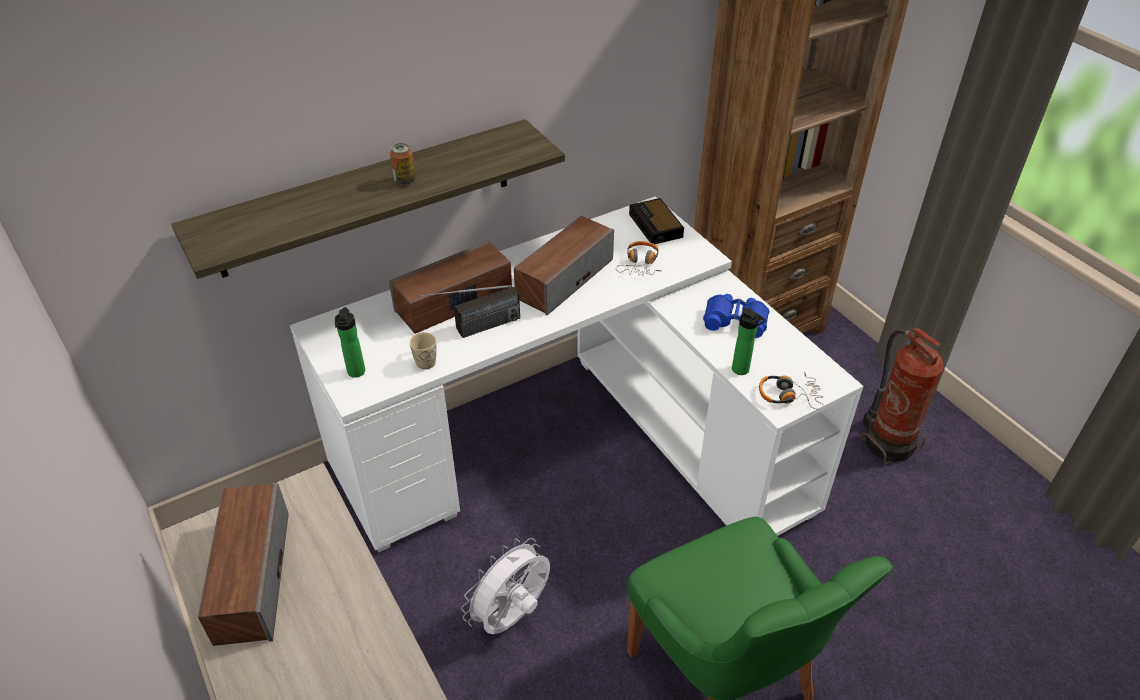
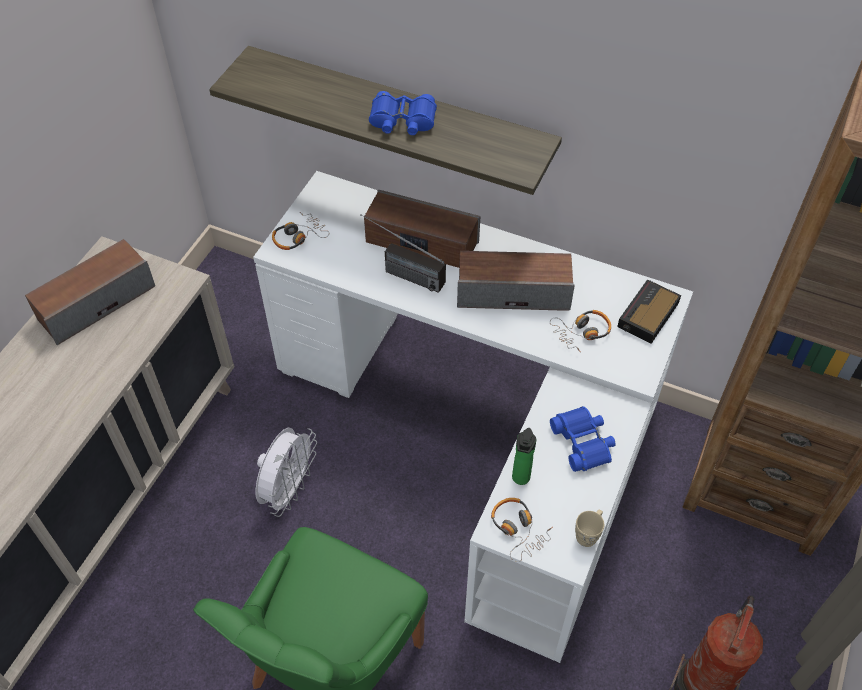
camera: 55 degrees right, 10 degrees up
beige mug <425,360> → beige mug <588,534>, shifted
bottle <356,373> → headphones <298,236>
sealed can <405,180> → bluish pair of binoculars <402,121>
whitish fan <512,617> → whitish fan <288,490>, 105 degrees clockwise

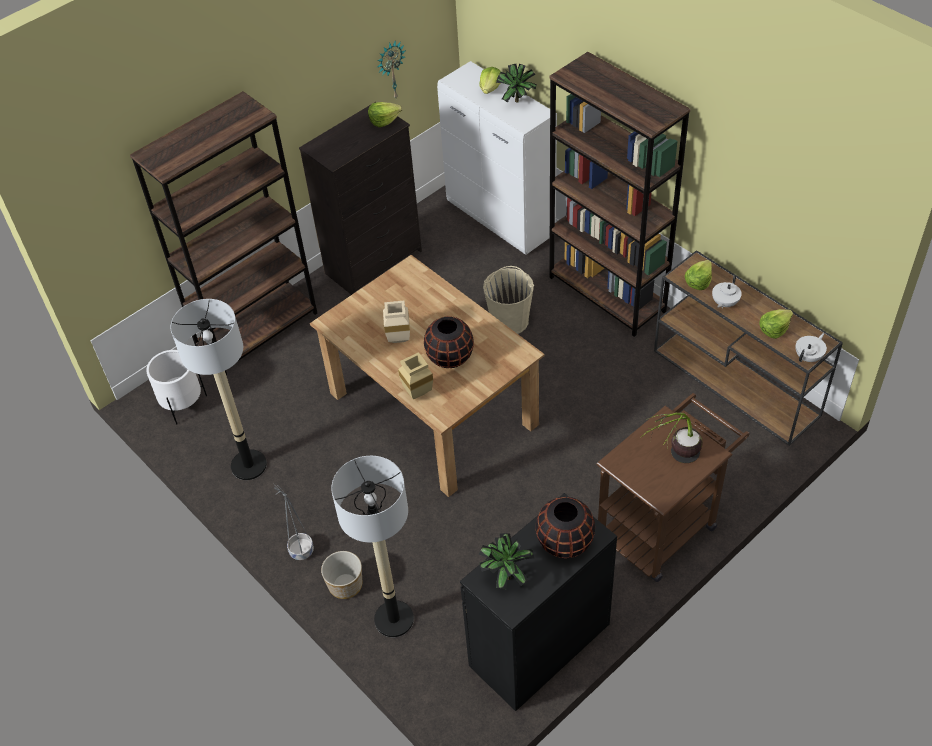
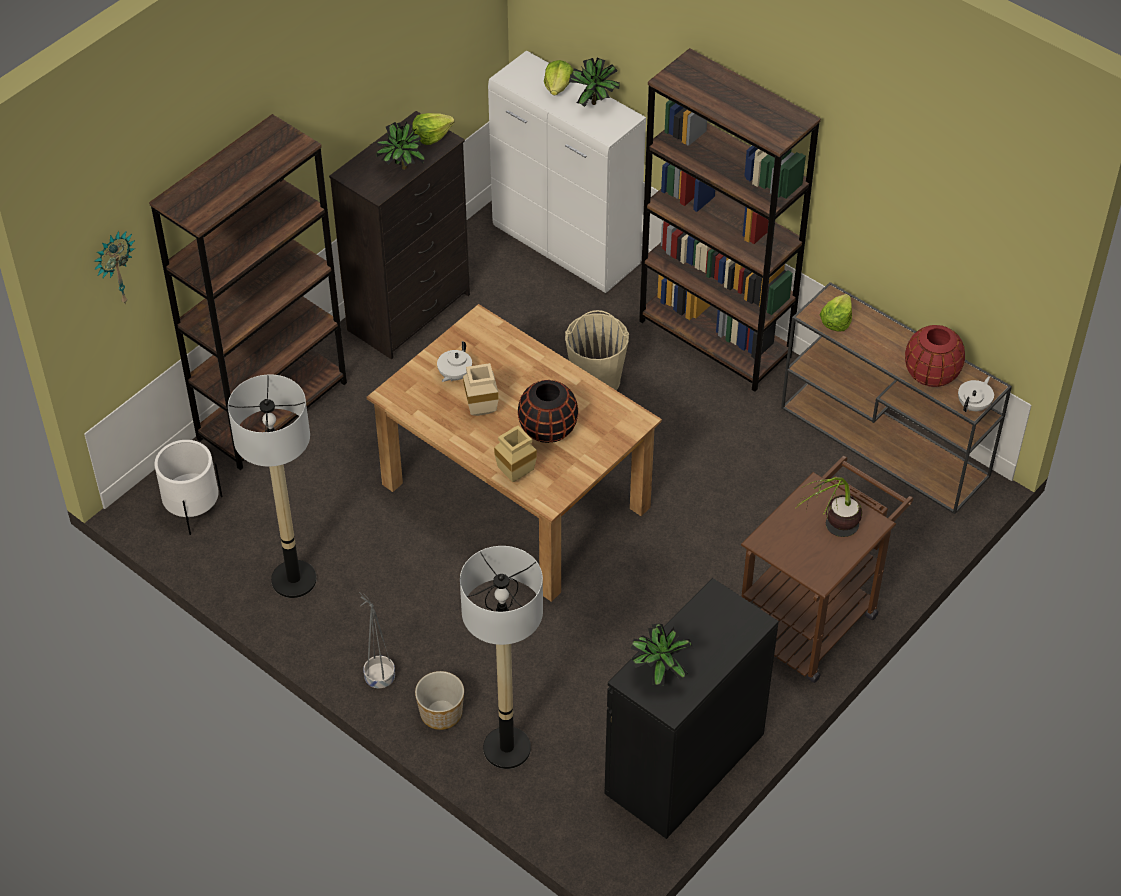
camera: 10 degrees left, 0 degrees up
black-coloured vase <564,542> → -
- → houseplant <401,170>
hanging clock <391,70> → hanging clock <115,268>, shifted
whitish pot for tea <724,303> → whitish pot for tea <454,375>, shifted
lettuce head <774,329> → red-coloured vase <931,374>

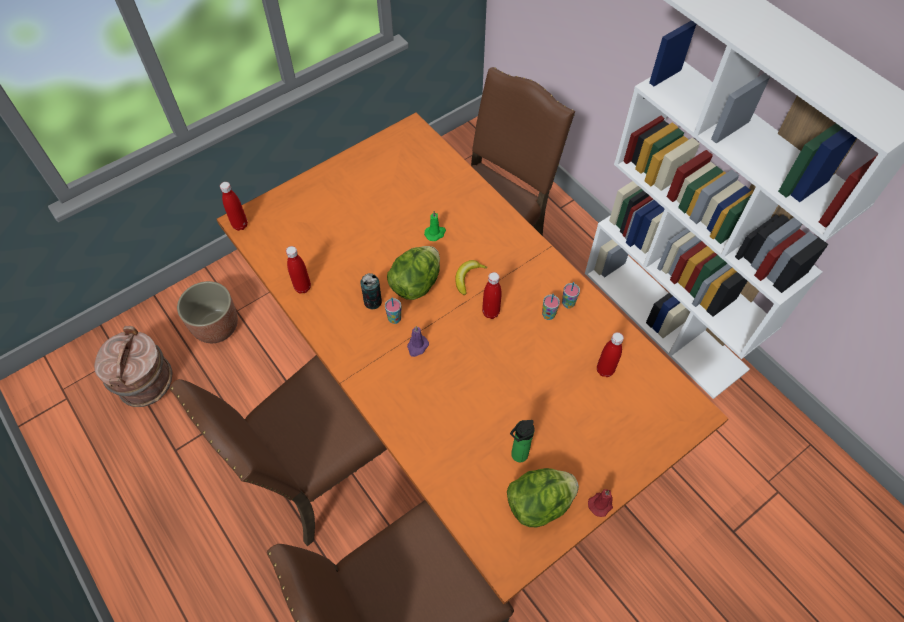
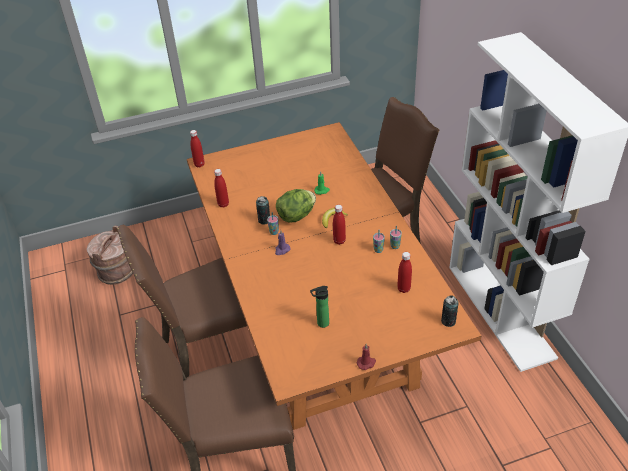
camera: 20 degrees right, 15 degrees down
flower pot <216,326> → -
lettuce head <538,503> → -
- → sealed can <448,321>

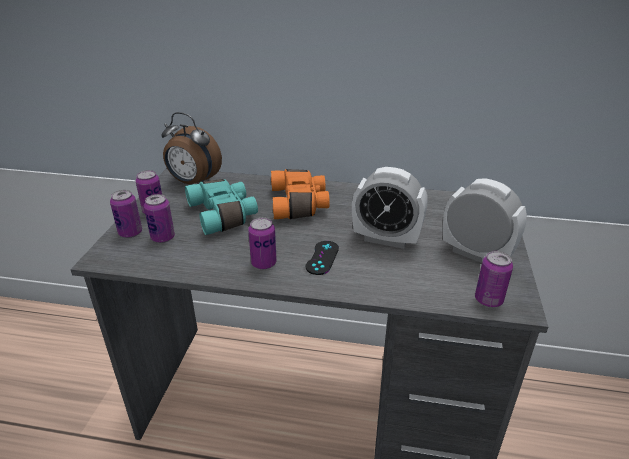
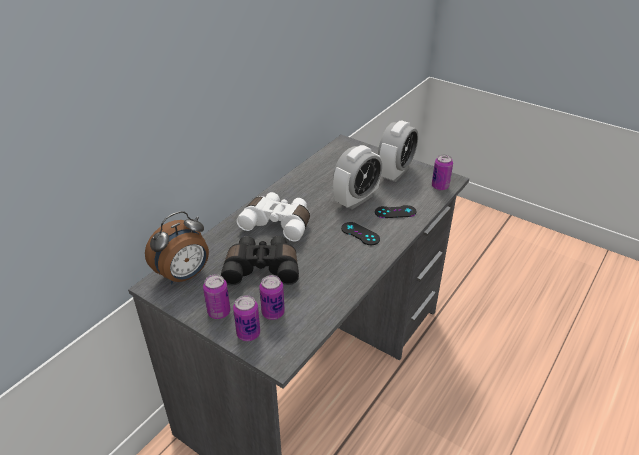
camera: 65 degrees left, 5 degrees up
sealed can <264,263> → -
- → black-coloured joypad <395,212>
turquoise-coloured pair of binoculars <224,214> → black-coloured pair of binoculars <262,268>
orangey pair of binoculars <300,204> → whitish pair of binoculars <278,223>
bedside clock <476,254> → bedside clock <395,173>, 150 degrees clockwise

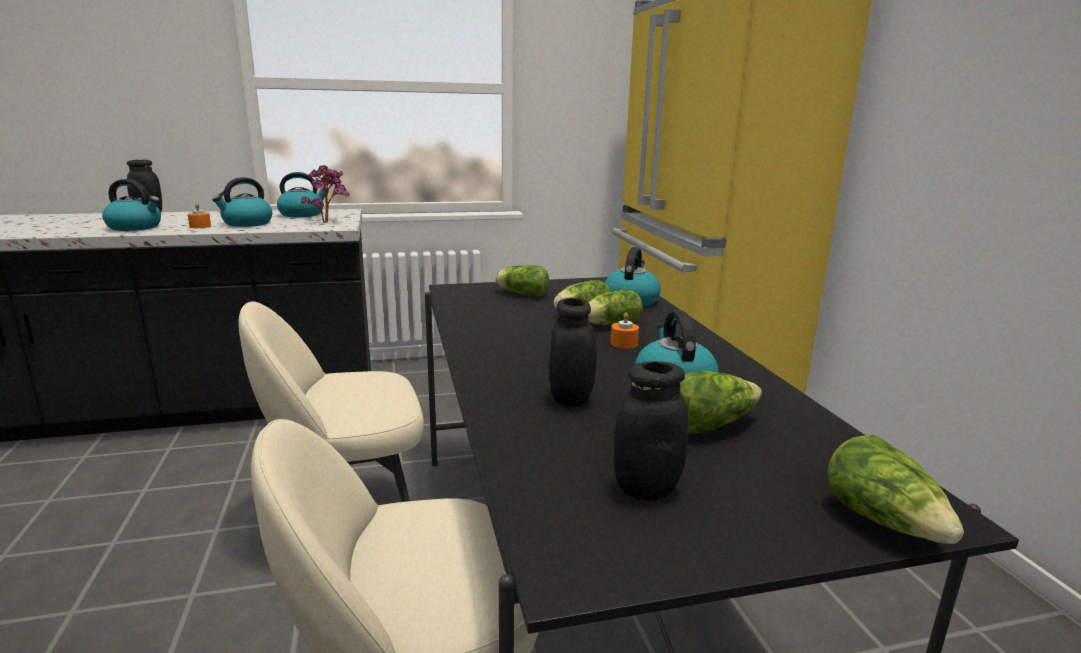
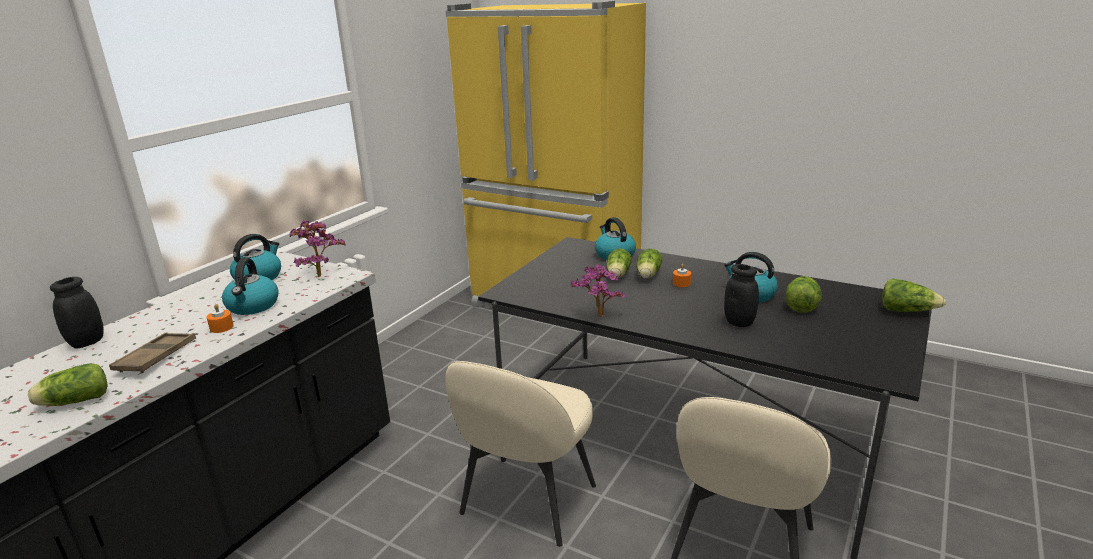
camera: 45 degrees left, 5 degrees up
black-coloured storage jar <646,488> → -
- → houseplant <598,318>
lettuce head <521,293> → lettuce head <73,402>, shifted
tea kettle <136,227> → brown serving tray <156,357>

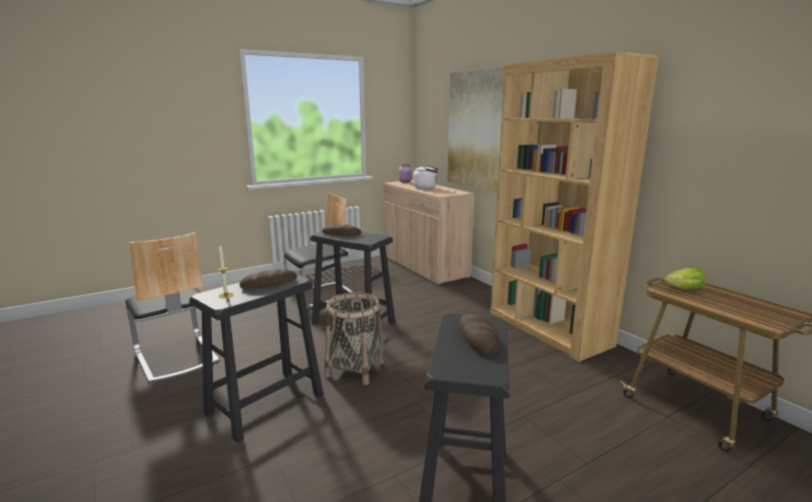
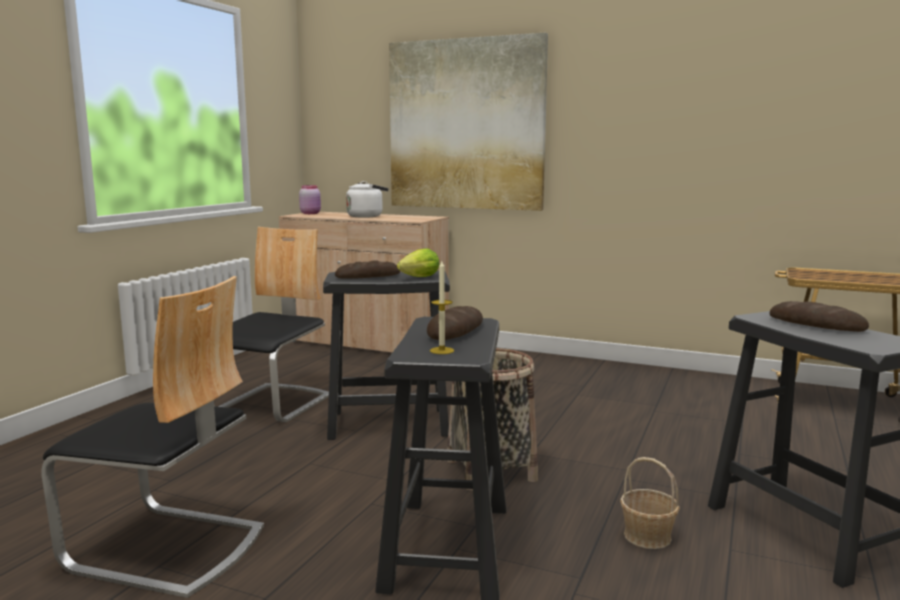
camera: 35 degrees left, 5 degrees down
brown bookcase <548,329> → -
- → household basket <647,536>
lettuce head <681,289> → lettuce head <417,278>, shifted

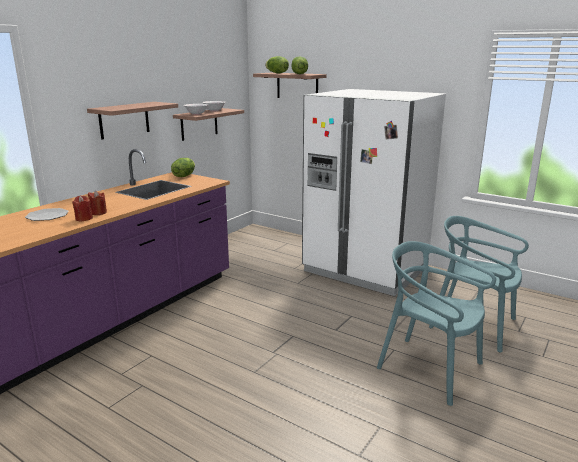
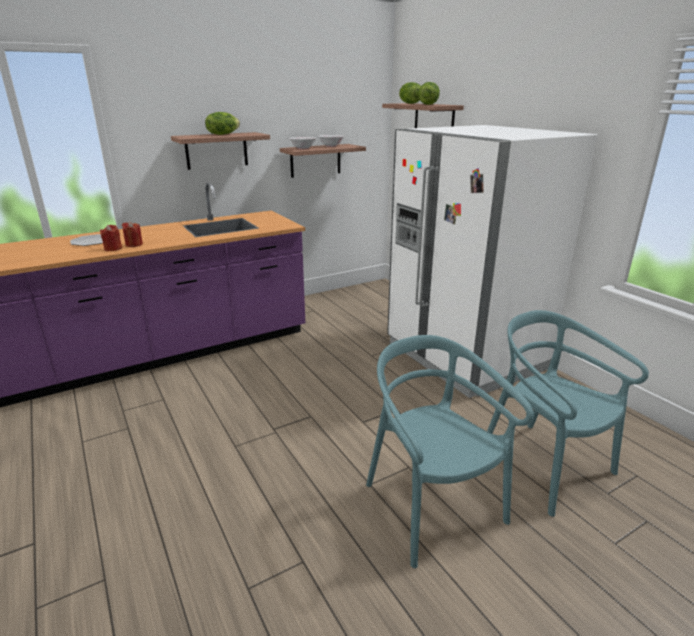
camera: 25 degrees right, 5 degrees up
lettuce head <184,176> → lettuce head <223,134>, shifted

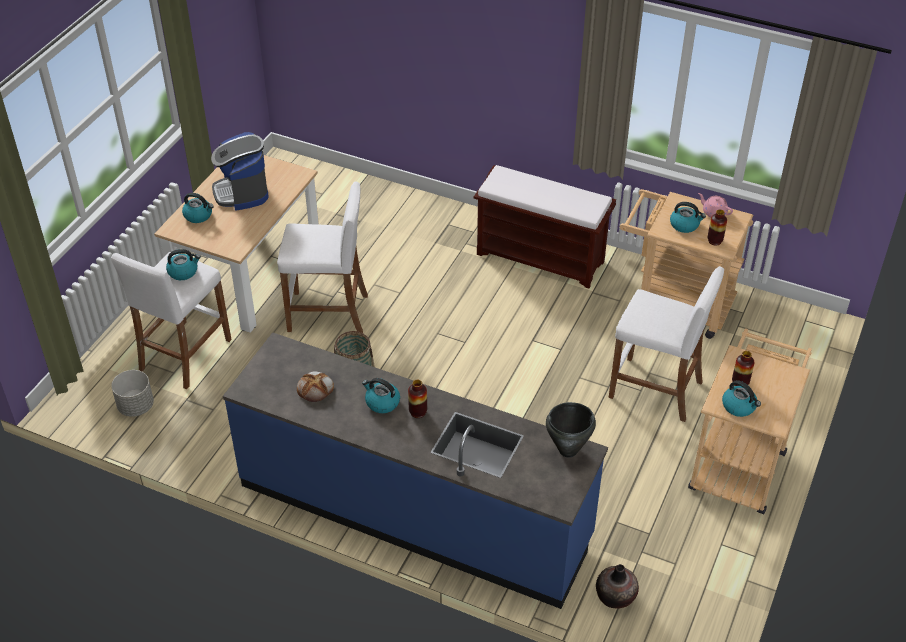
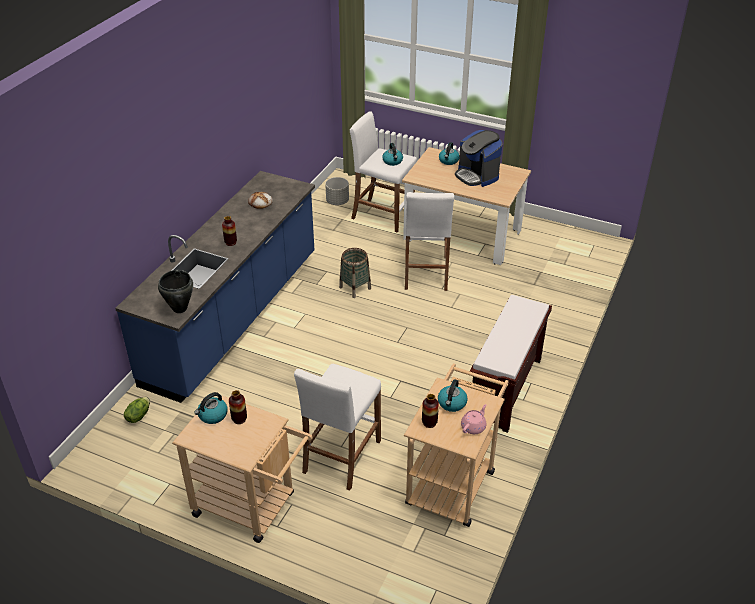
camera: 90 degrees right, 5 degrees down
tea kettle <382,402> → -
vase <615,596> → lettuce head <138,416>
coffee machine <242,192> → coffee machine <477,175>, 105 degrees counterclockwise

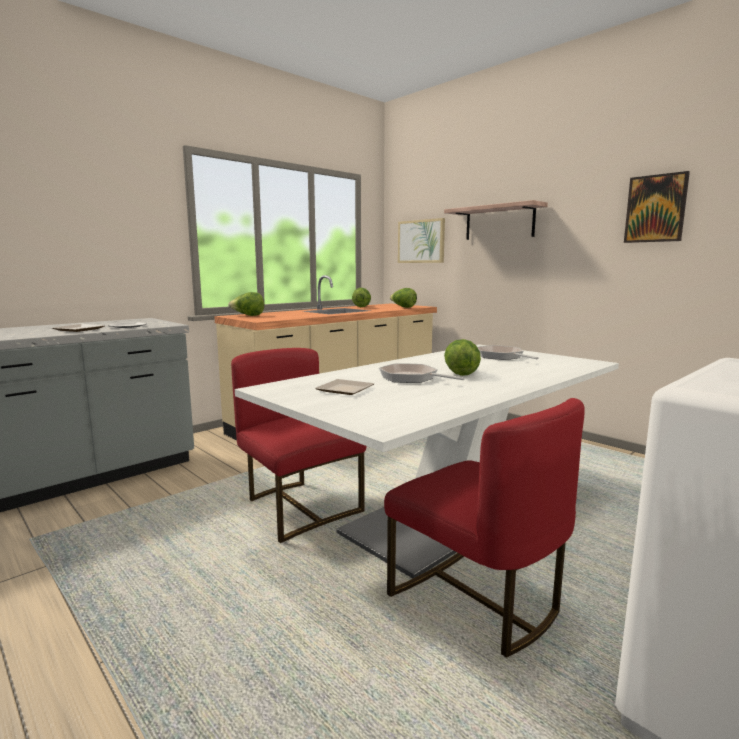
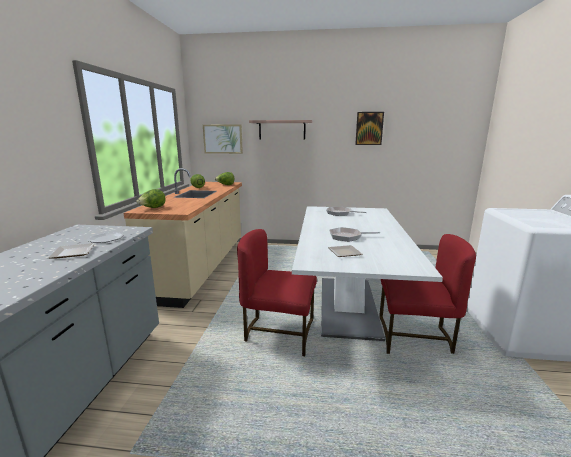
camera: 40 degrees left, 5 degrees up
lettuce head <461,373> → -

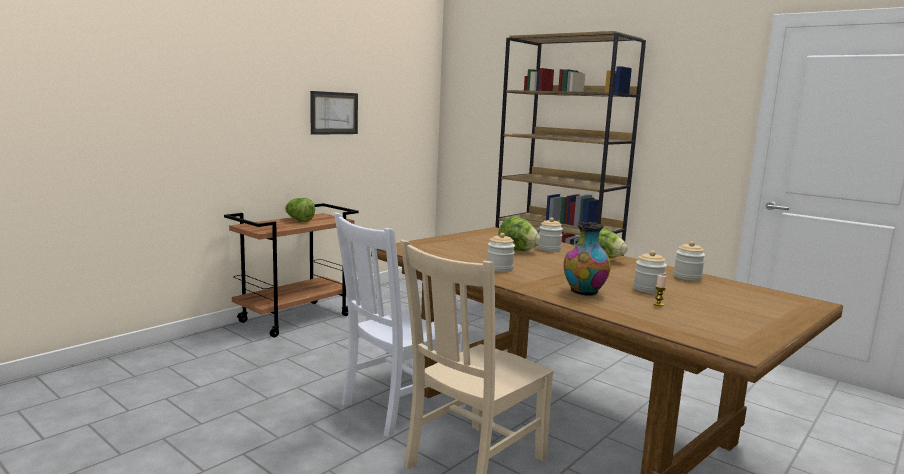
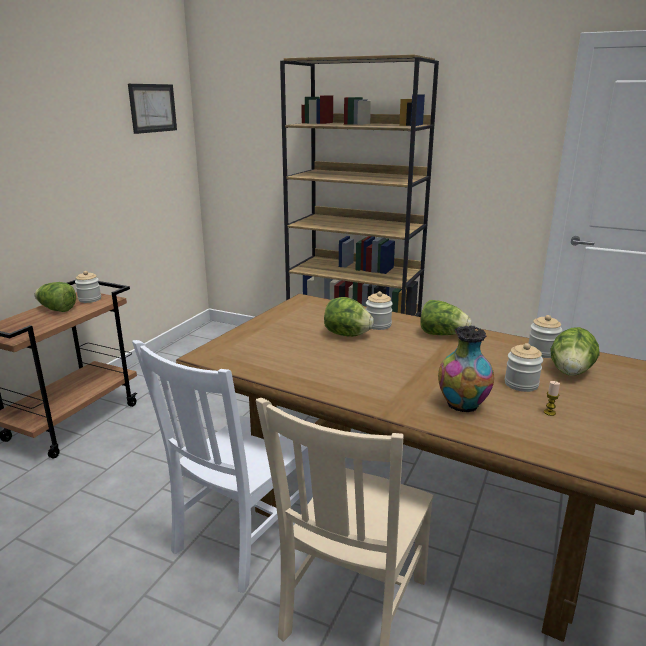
camera: 15 degrees left, 10 degrees up
- → lettuce head <571,372>
wall art <334,113> → wall art <153,108>, shifted
storage jar <500,268> → storage jar <90,299>, shifted

